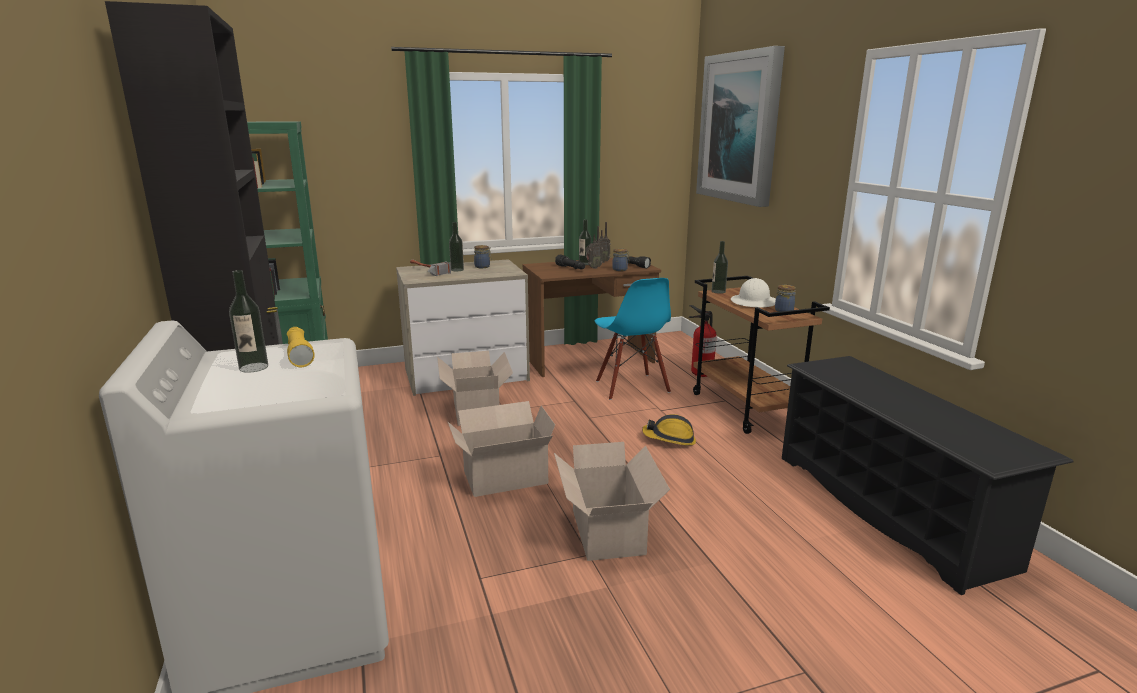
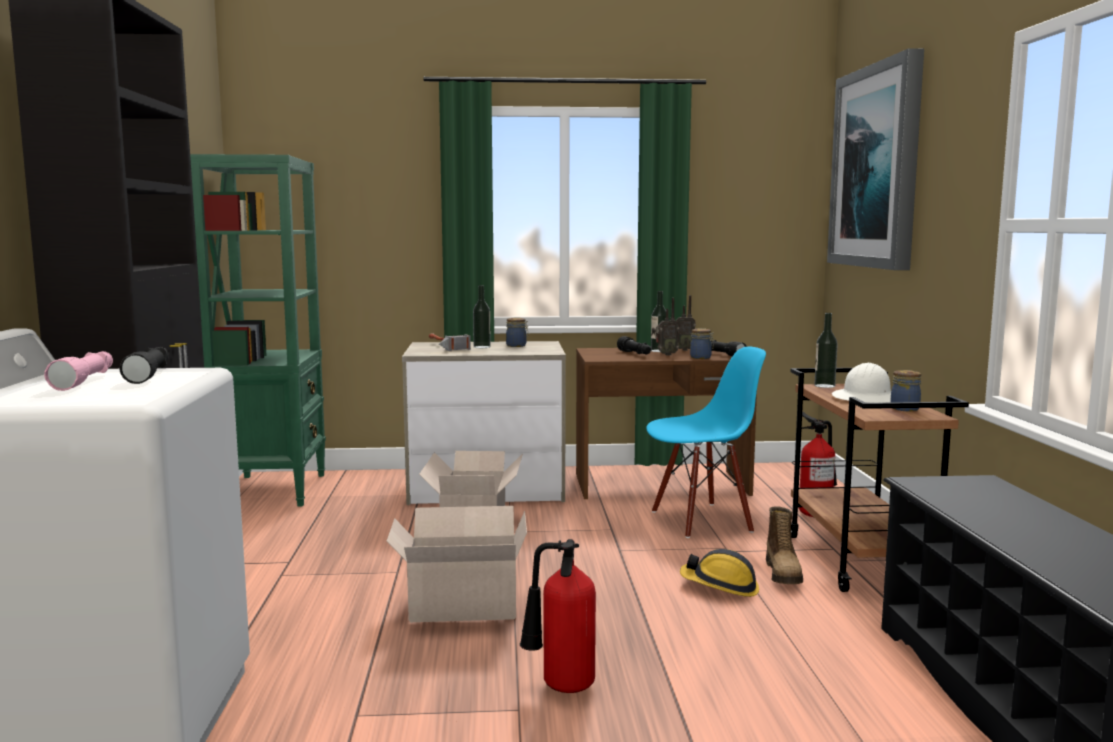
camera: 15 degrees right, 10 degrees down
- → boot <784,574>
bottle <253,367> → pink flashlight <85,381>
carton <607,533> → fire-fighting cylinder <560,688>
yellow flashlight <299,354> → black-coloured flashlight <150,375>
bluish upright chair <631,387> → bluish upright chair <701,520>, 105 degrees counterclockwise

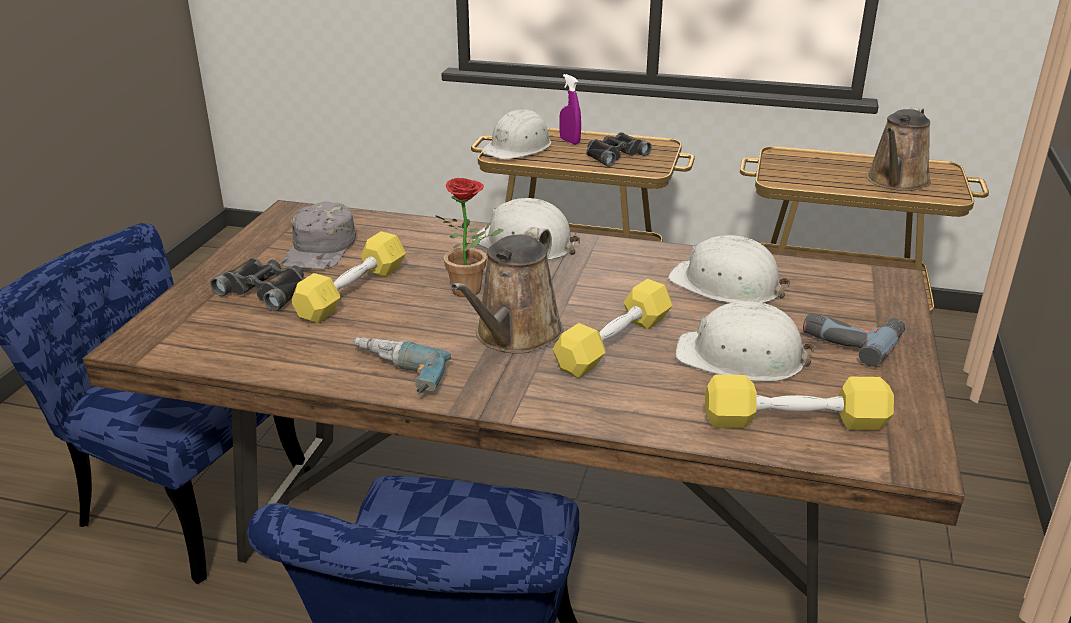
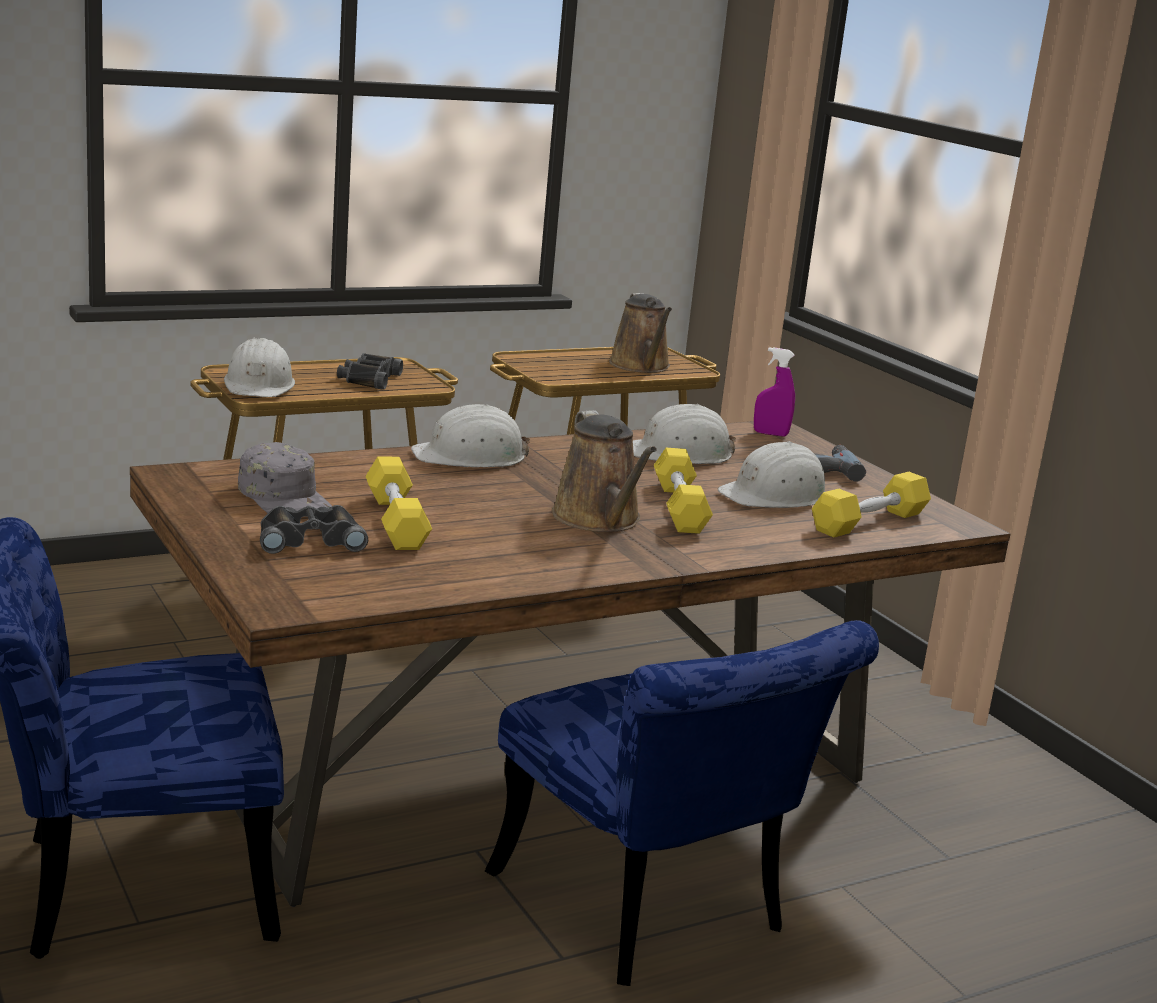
camera: 45 degrees left, 10 degrees down
electric drill <393,375> → -
houseplant <472,291> → -
purple-coloured spray bottle <569,141> → purple-coloured spray bottle <770,434>, shifted

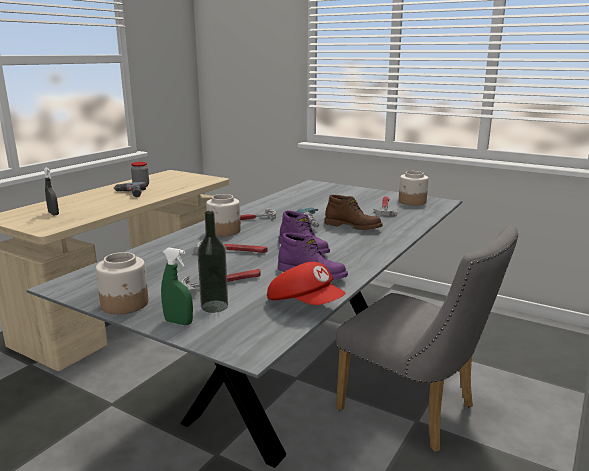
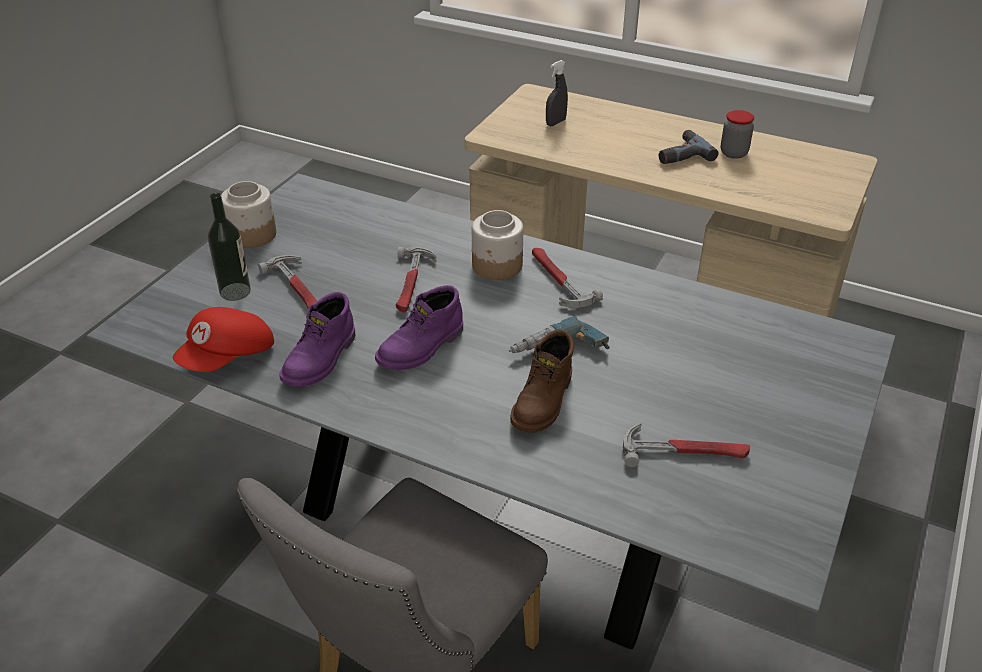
camera: 85 degrees right, 20 degrees up
green spray bottle <178,322> → -
storage jar <412,202> → -

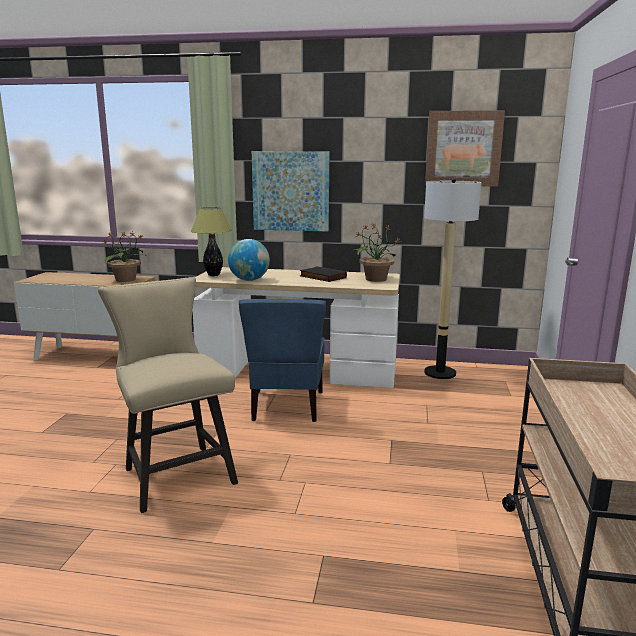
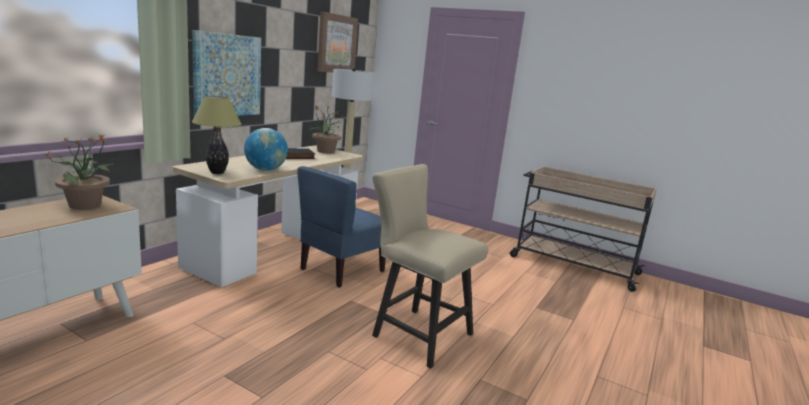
camera: 70 degrees left, 0 degrees up
beige upright chair <175,472> → beige upright chair <416,333>, 45 degrees clockwise
bluish upright chair <286,406> → bluish upright chair <341,270>, 105 degrees clockwise

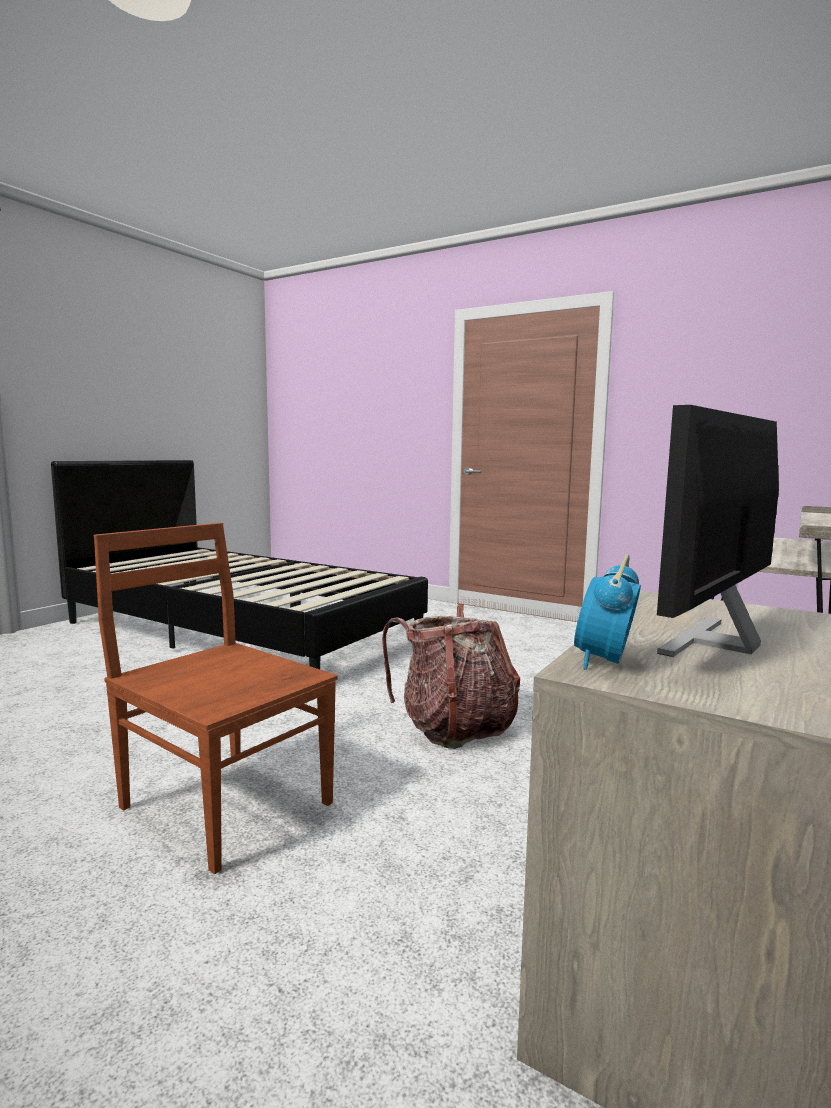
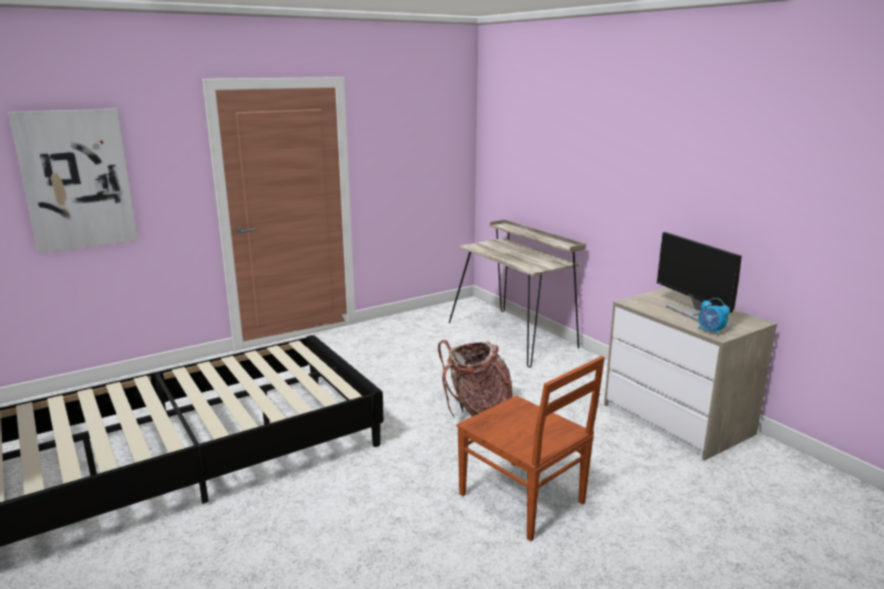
camera: 65 degrees left, 10 degrees up
- → wall art <77,180>
brown upright chair <224,803> → brown upright chair <523,500>, 105 degrees counterclockwise

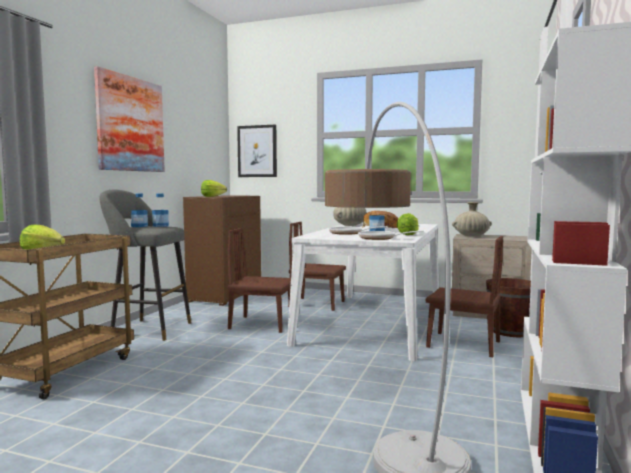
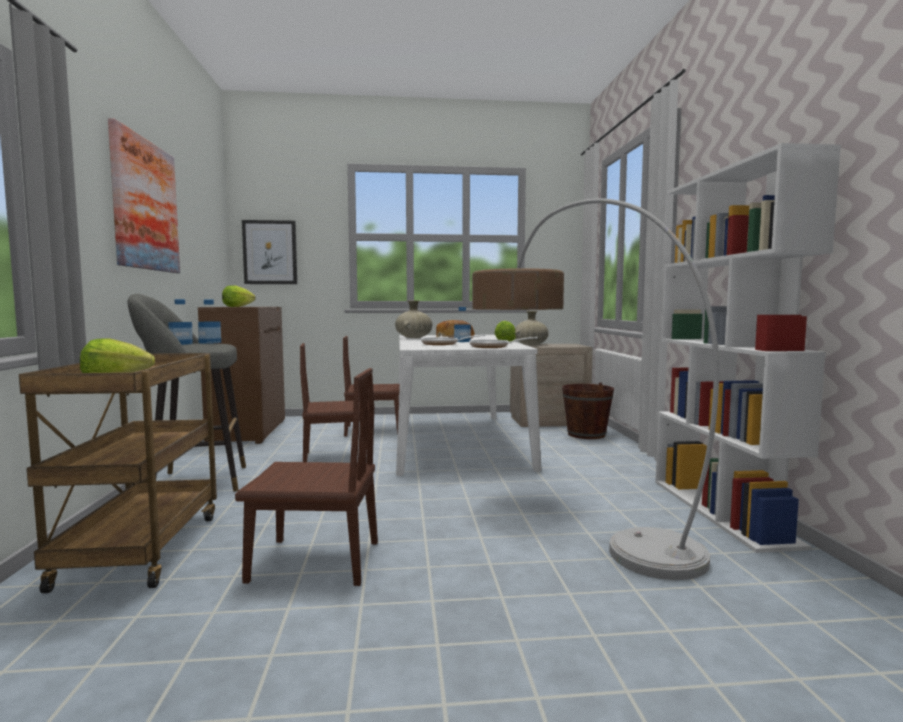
camera: 25 degrees left, 0 degrees up
brown upright chair <463,344> → brown upright chair <315,561>, shifted

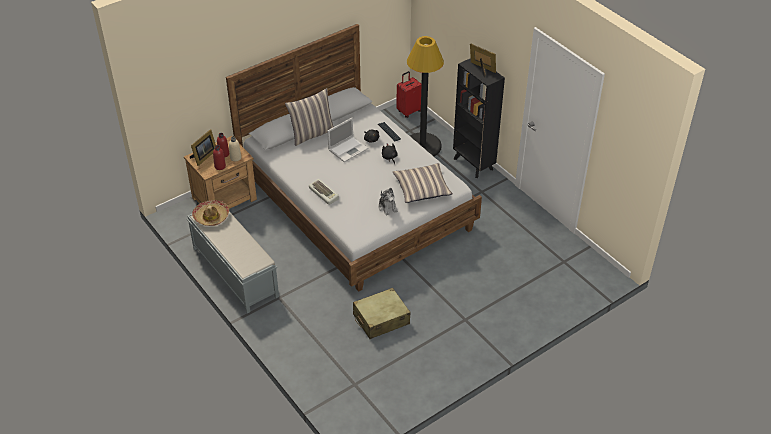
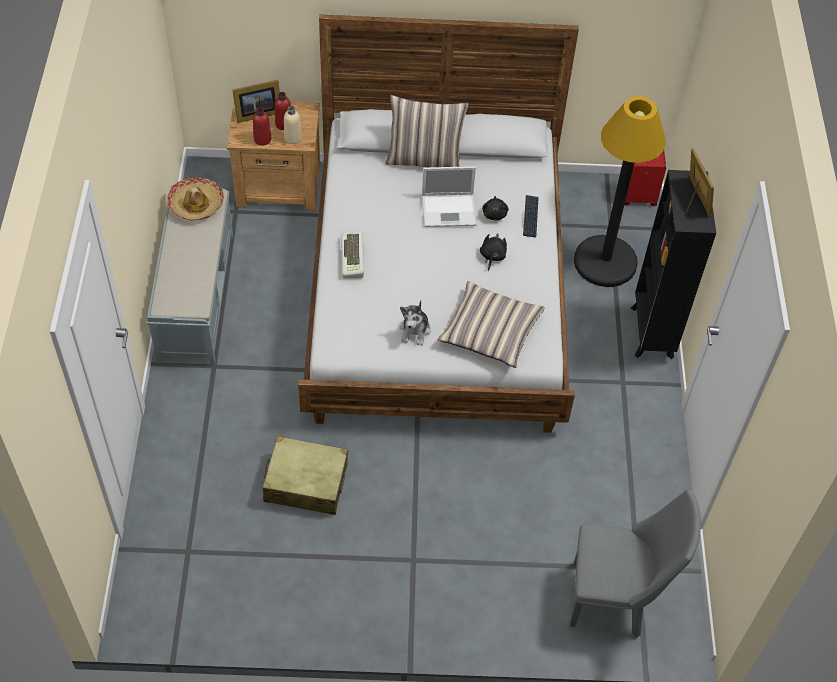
camera: 35 degrees right, 10 degrees up
- → grey upright chair <615,599>

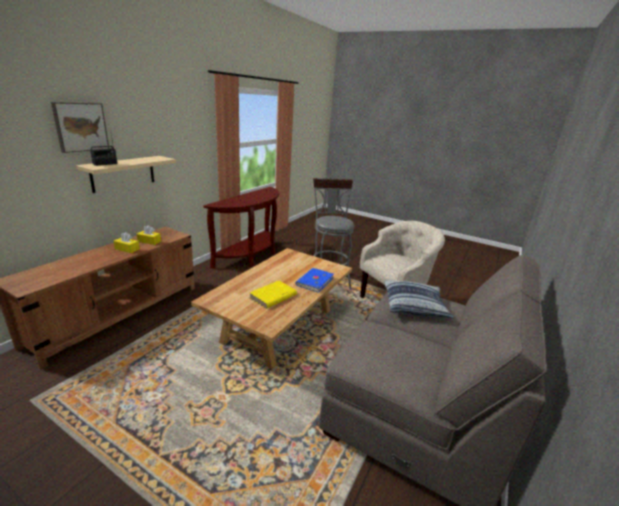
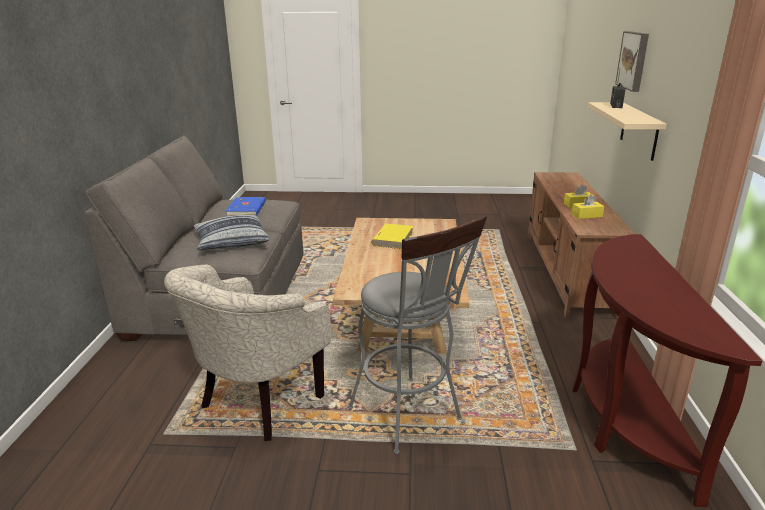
camera: 155 degrees right, 0 degrees up
bluish book <314,281> → bluish book <247,209>, shifted

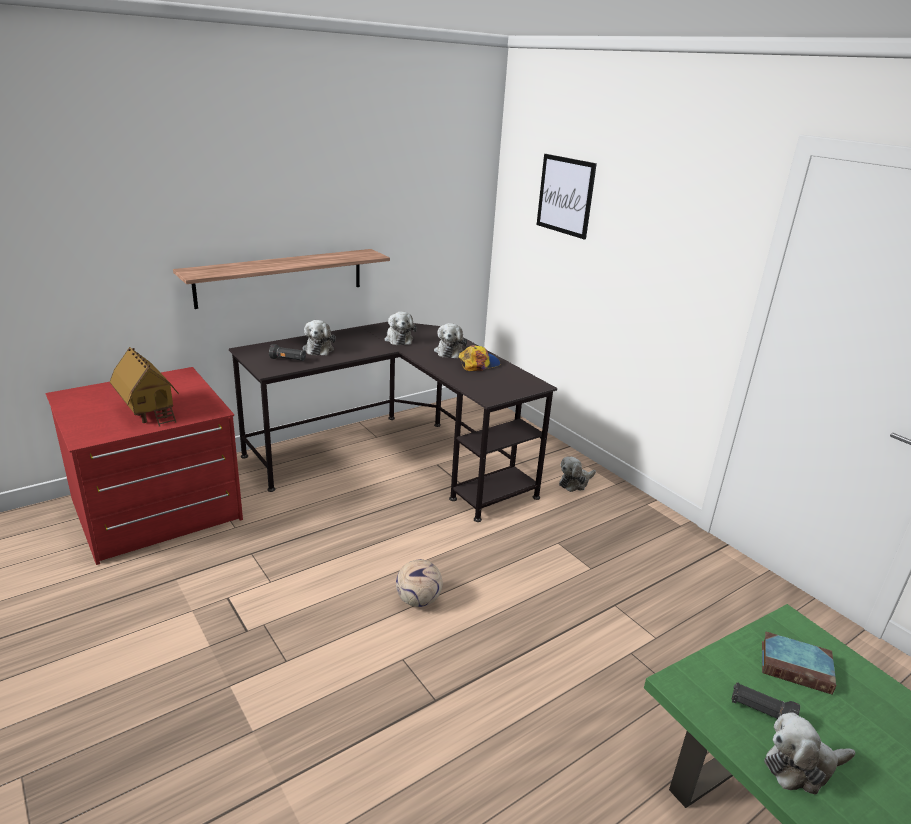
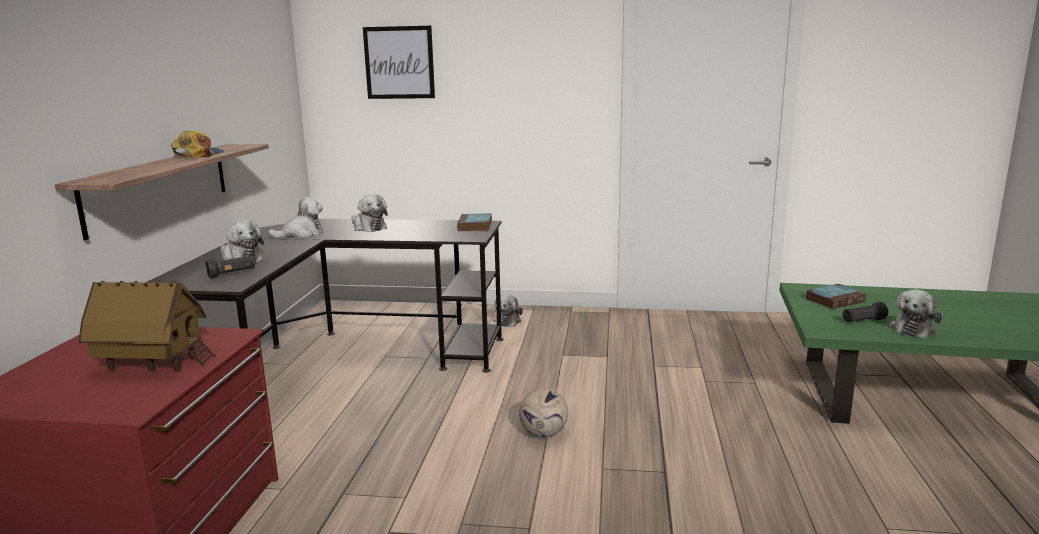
camera: 45 degrees left, 10 degrees down
- → book <475,226>
cap <478,364> → cap <198,155>, shifted
soft toy <398,339> → soft toy <301,234>, 60 degrees counterclockwise

